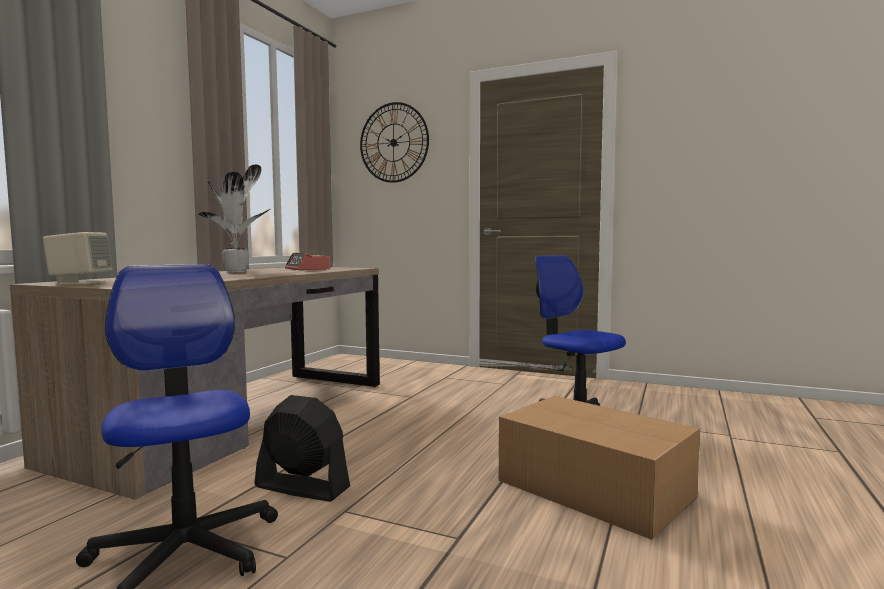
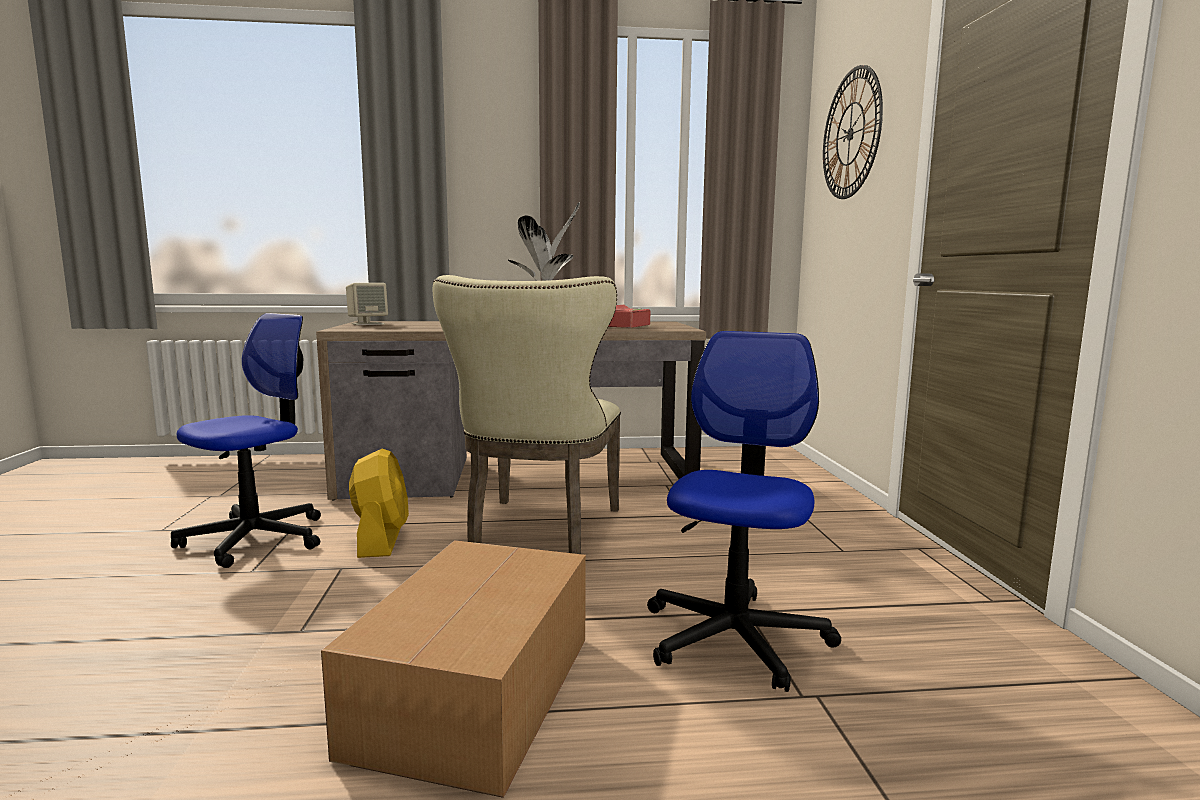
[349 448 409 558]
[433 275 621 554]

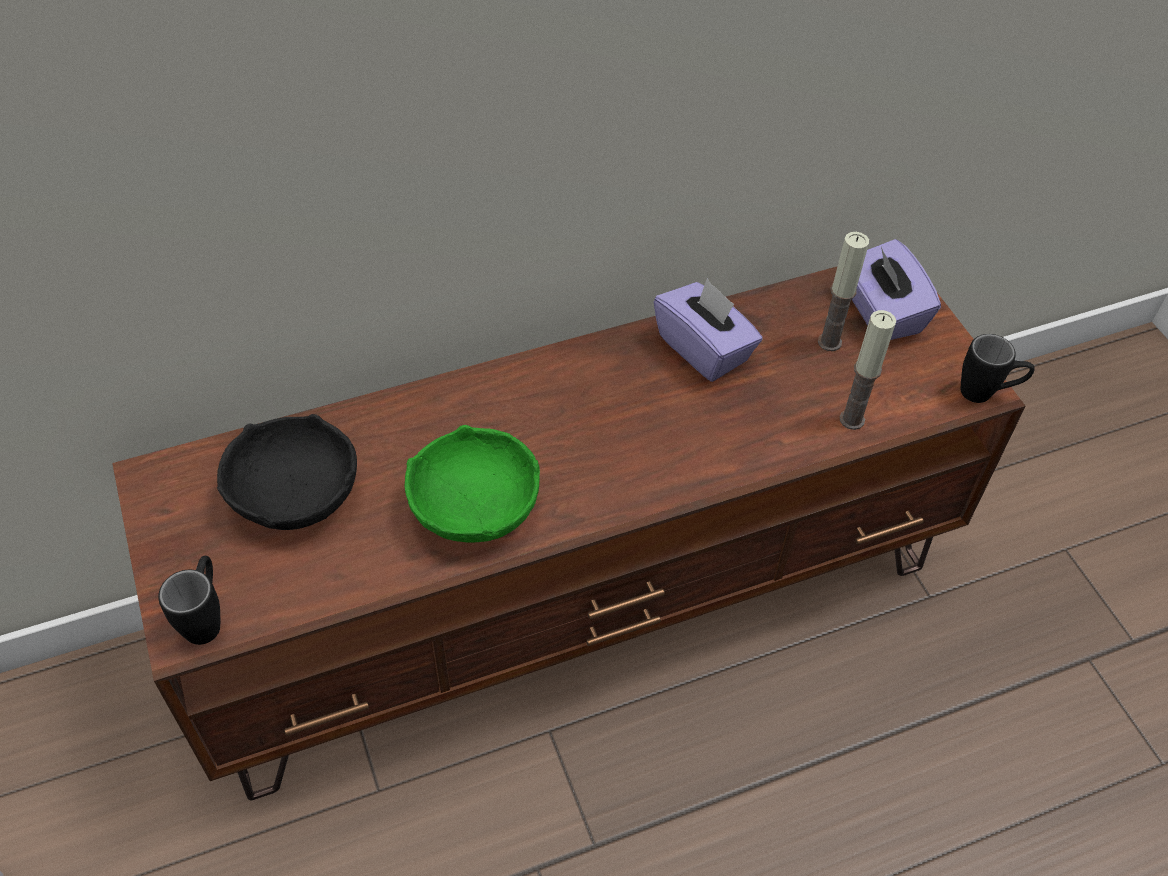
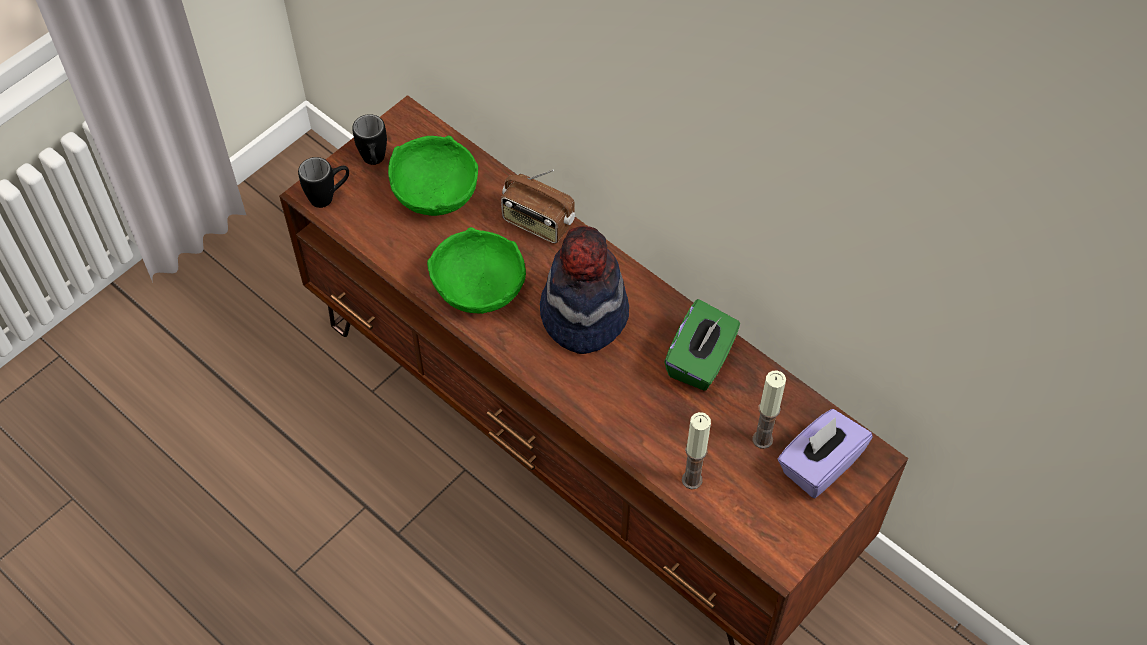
[388 136 478 216]
[664 299 740 391]
[352 114 387 165]
[501 170 575 244]
[540 226 629 354]

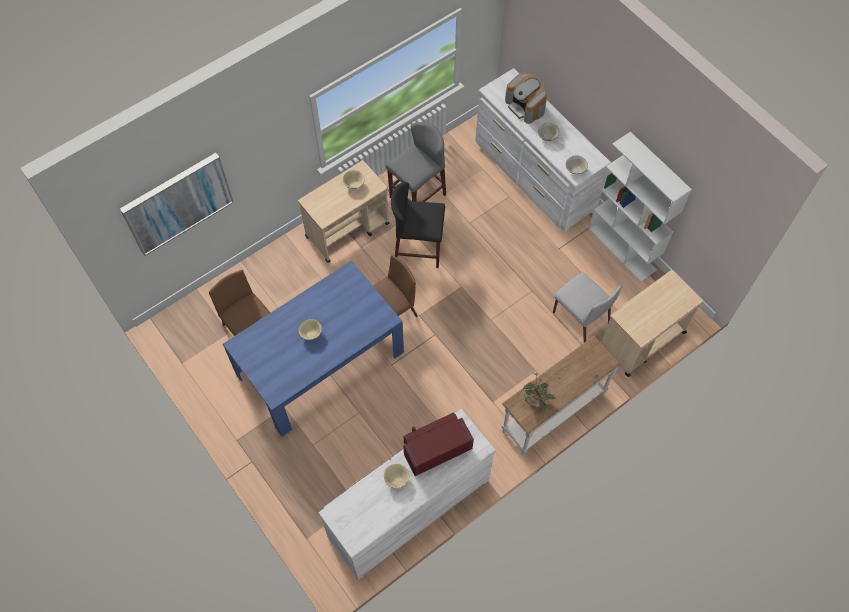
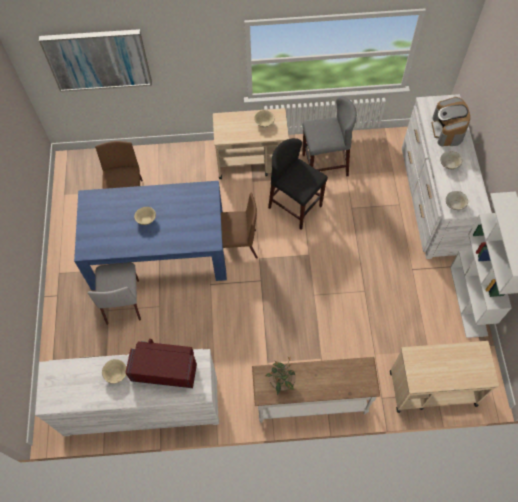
[87 262 141 325]

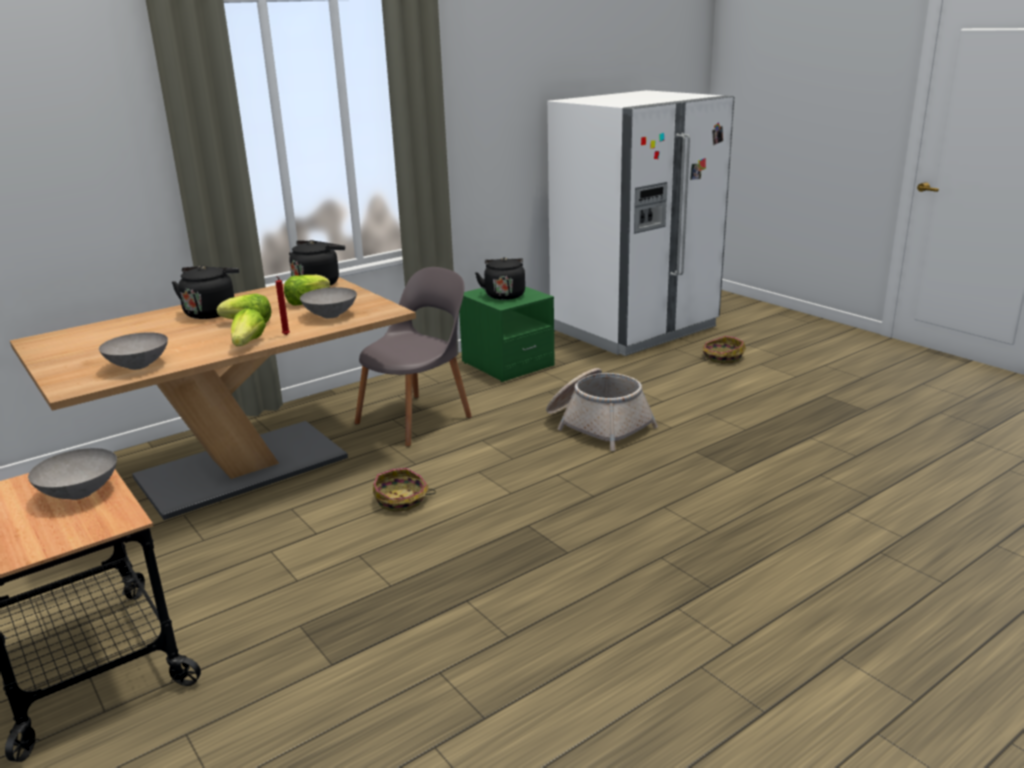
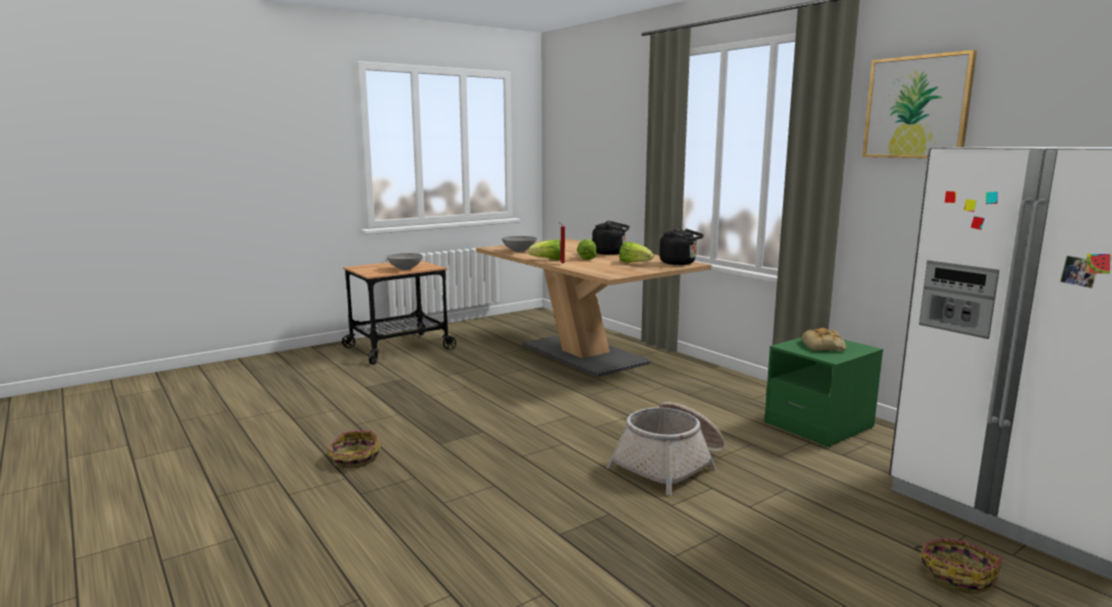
[300 287 357 318] (first image)
[355 267 472 447] (first image)
[326 430 381 469]
[802 328 846 351]
[862 50 977 158]

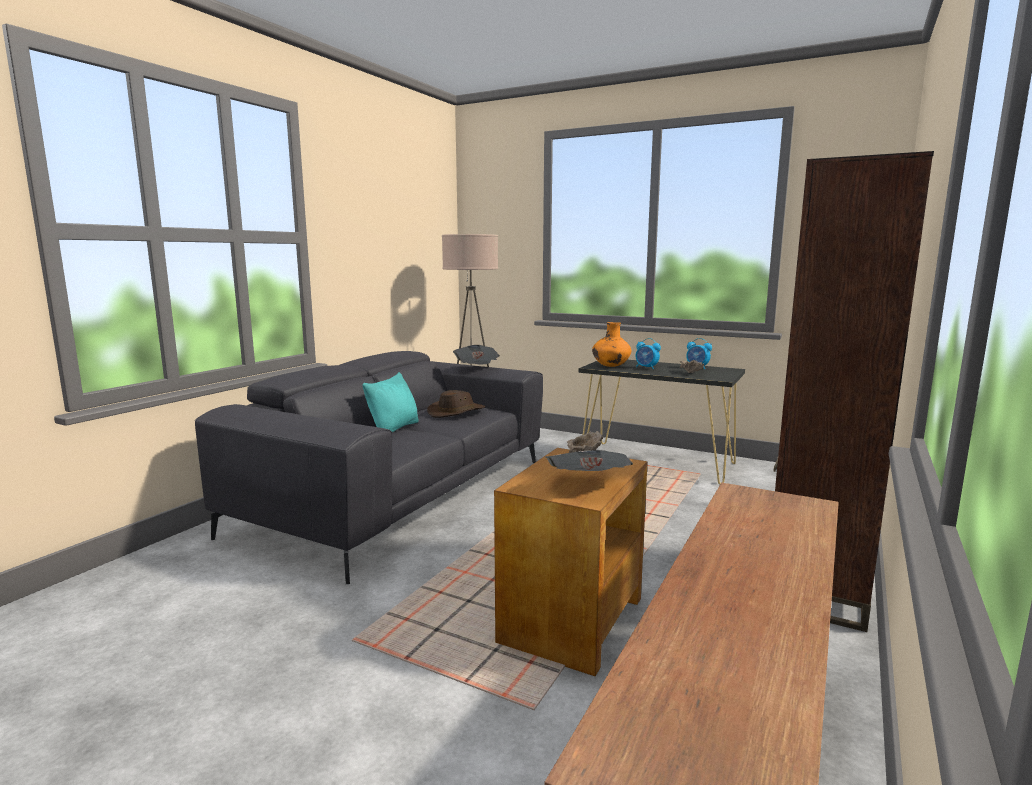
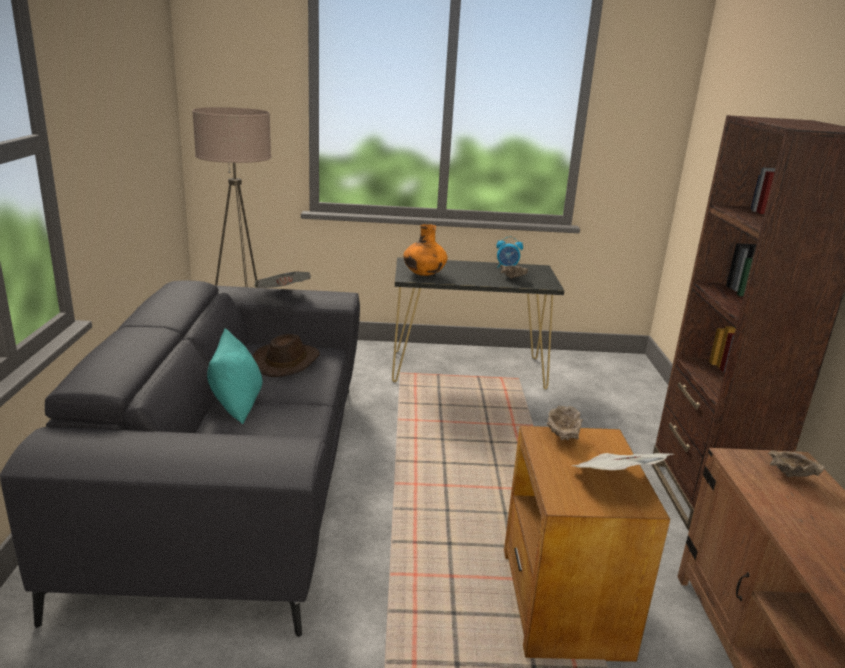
[636 338 661 369] (first image)
[768 450 825 477]

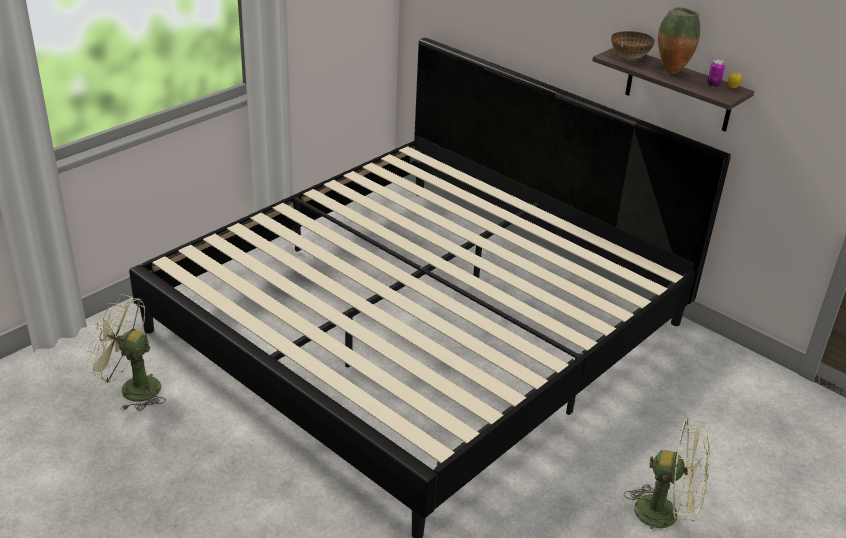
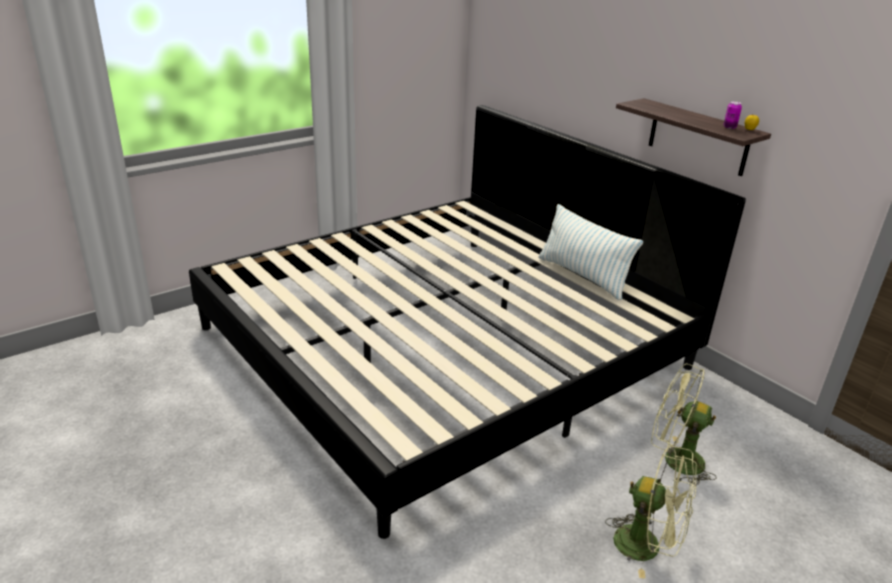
[651 364 717 485]
[611 31 655 59] (first image)
[658 7 700 74] (first image)
[538 204 643 300]

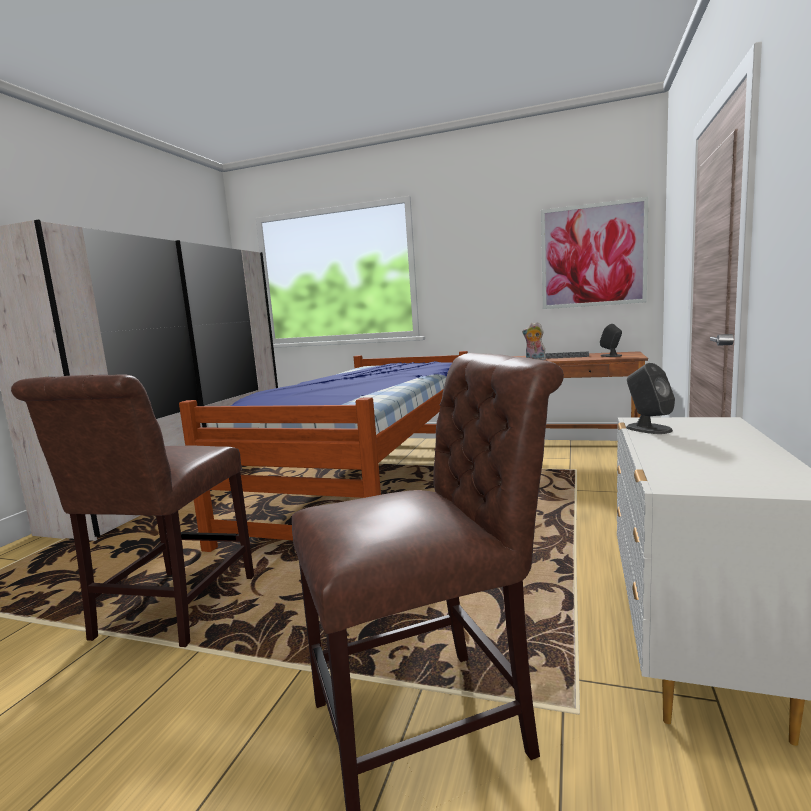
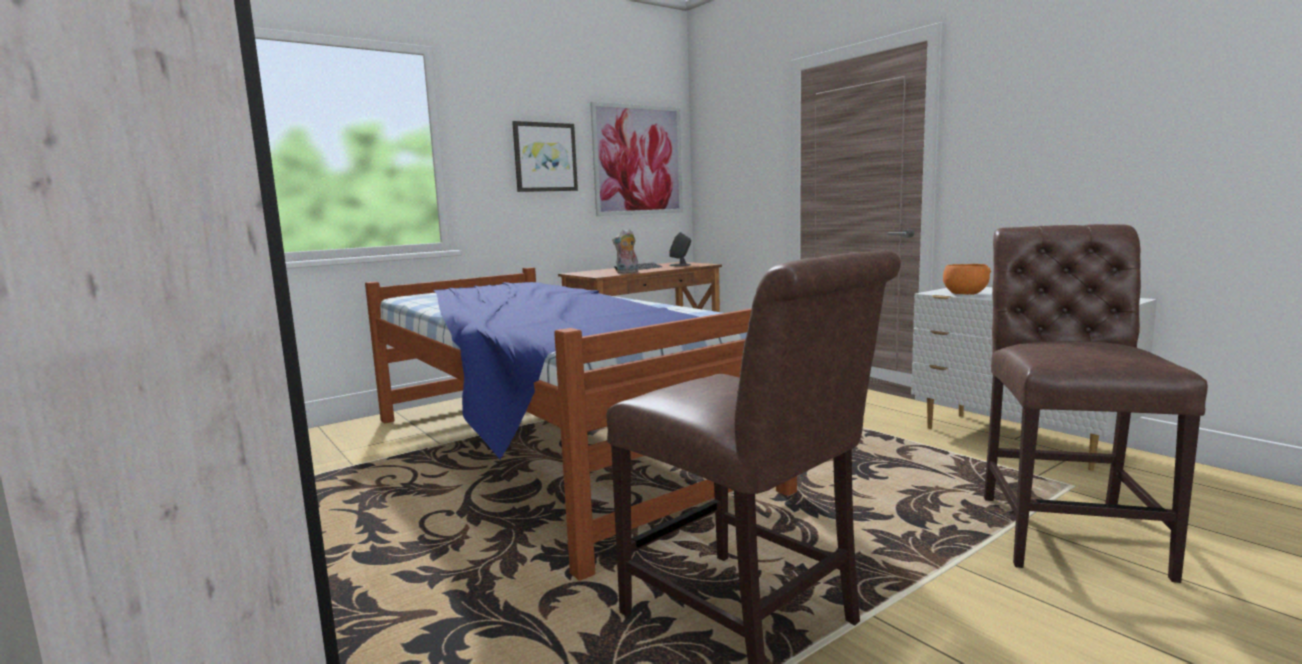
[943 264 991 295]
[512 121 578 192]

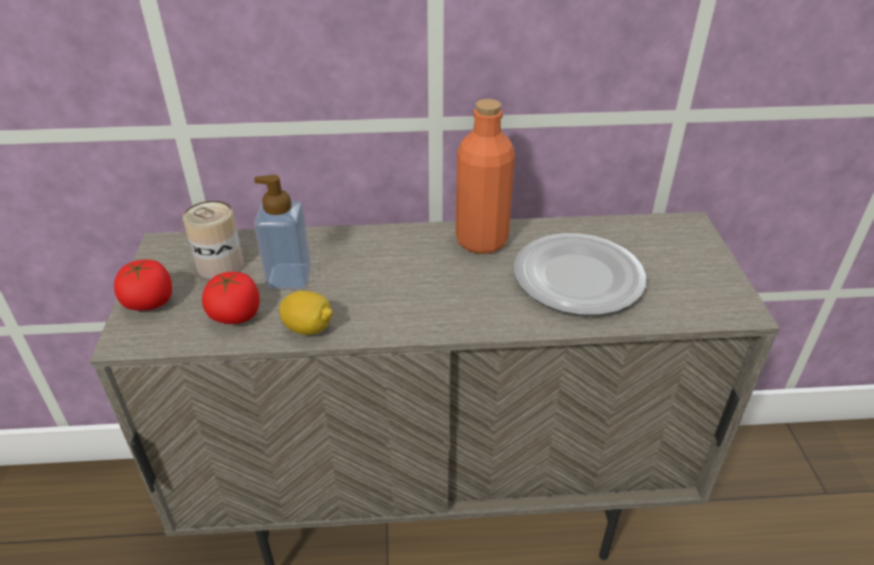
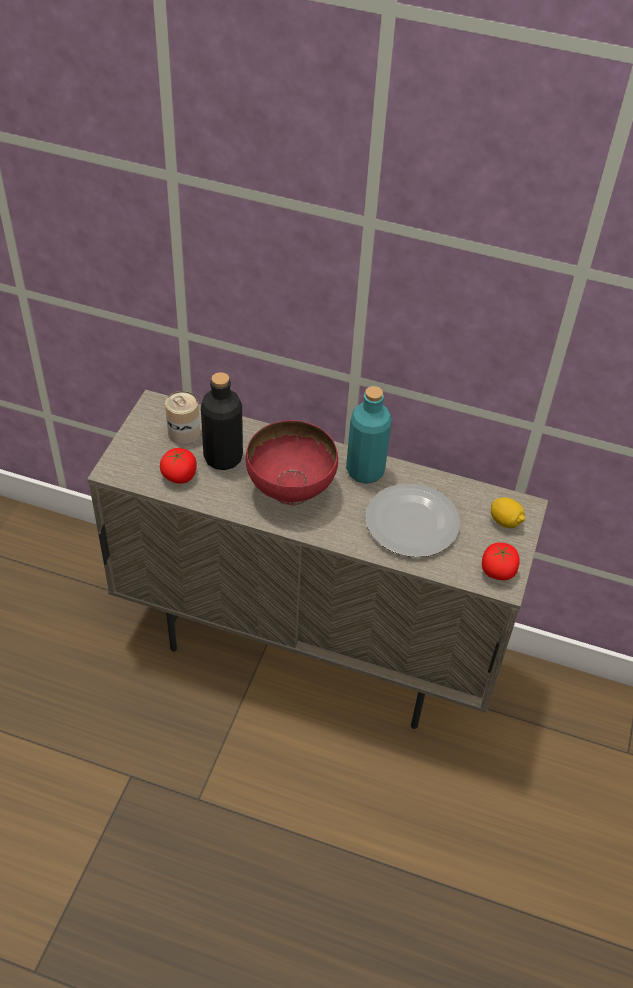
[482 543 520 580]
[201 372 243 470]
[491 497 525 528]
[346 386 392 484]
[246 420 338 505]

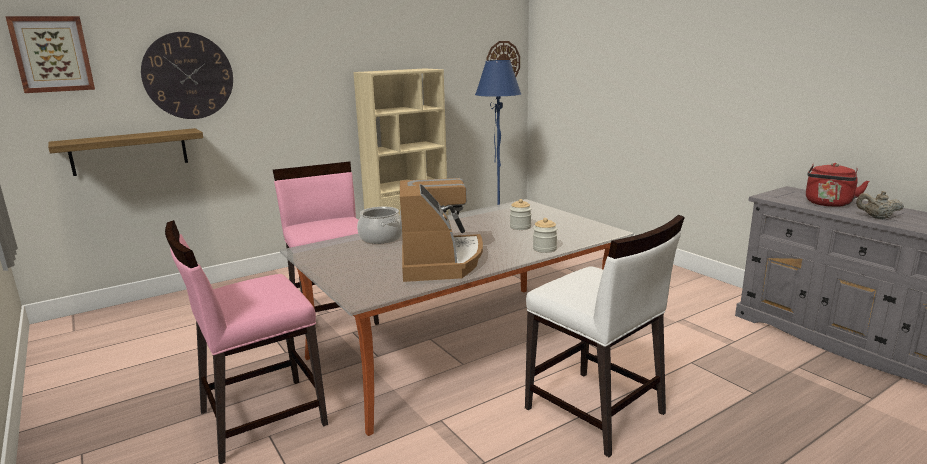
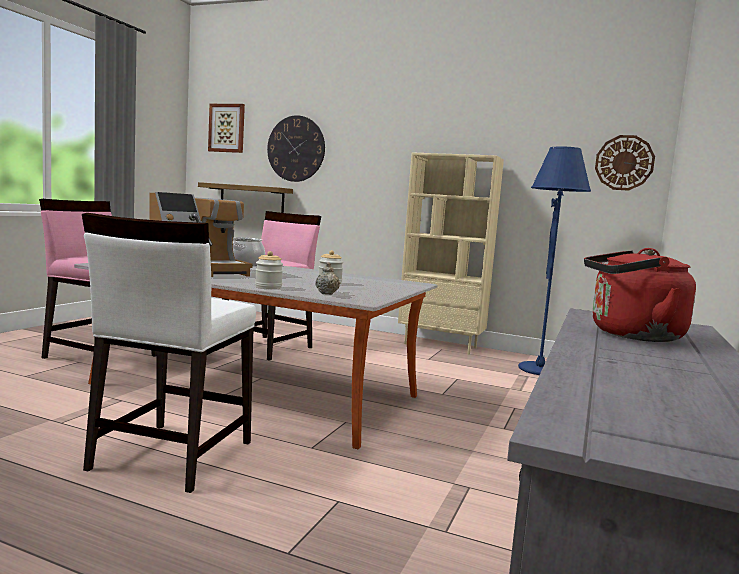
[316 262 340 295]

